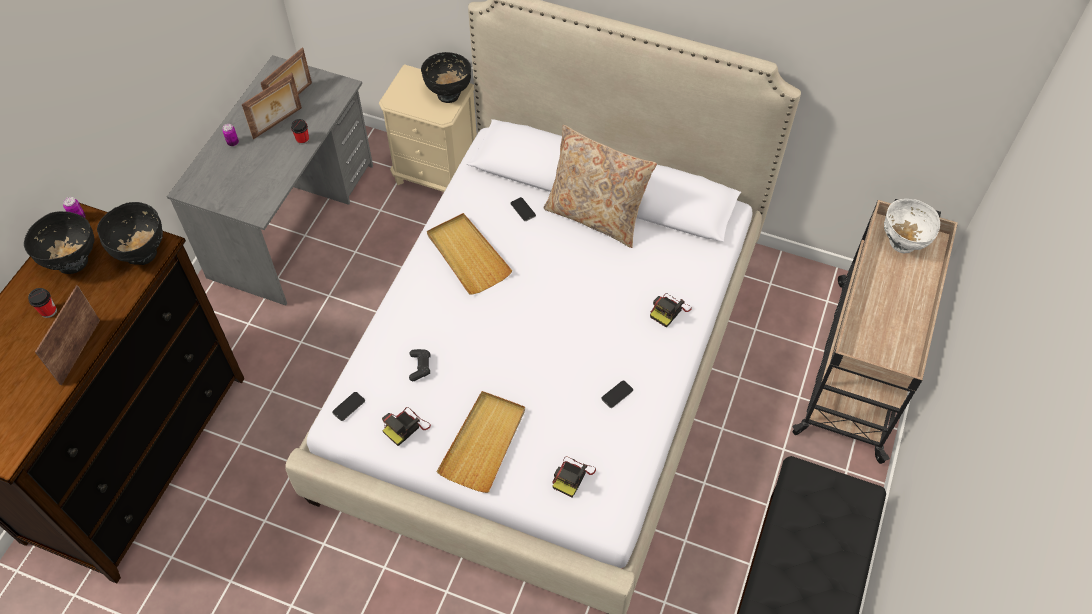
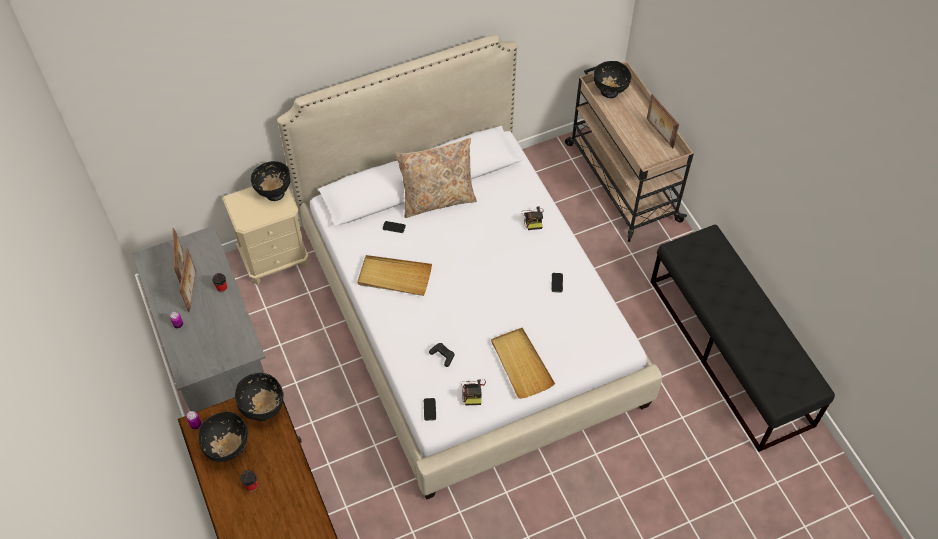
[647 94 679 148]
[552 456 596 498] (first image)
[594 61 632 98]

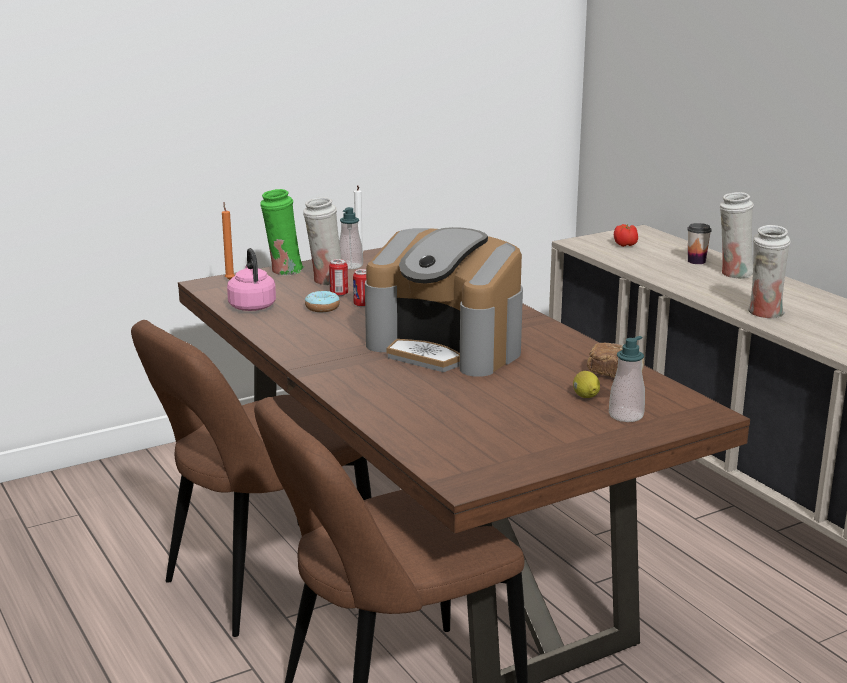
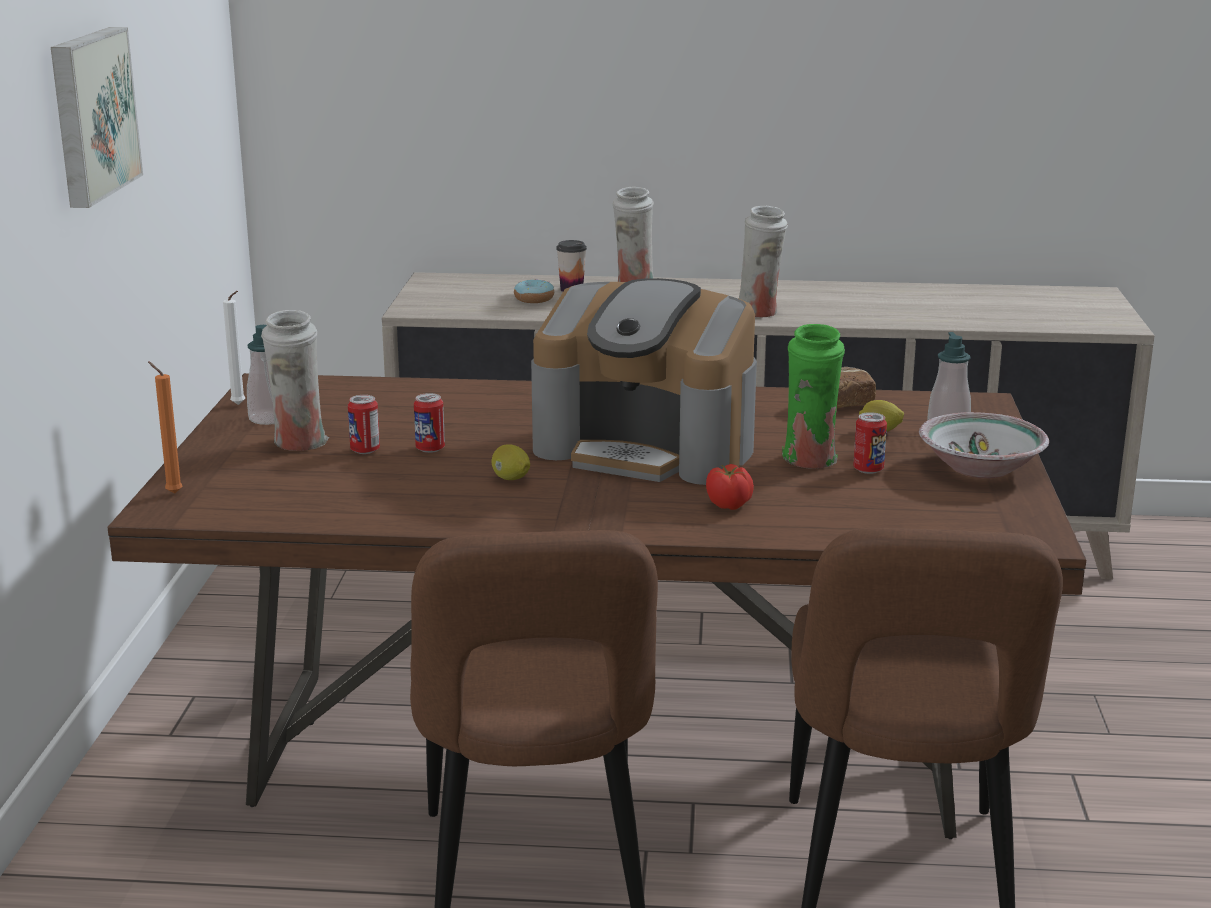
[227 248 276 311] (first image)
[782 324 845 469]
[514 279 554 303]
[531 278 757 485]
[706 464 754 510]
[51 27 143 208]
[492 444 530 480]
[853 412 887 474]
[919 412 1049 479]

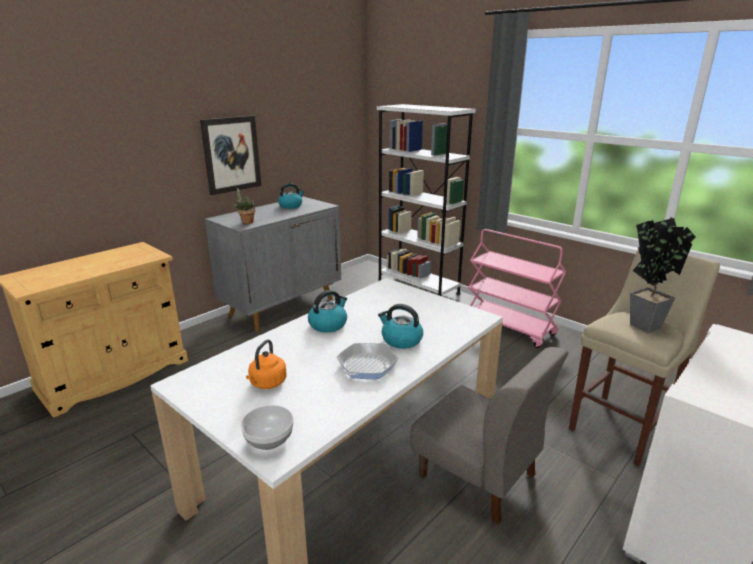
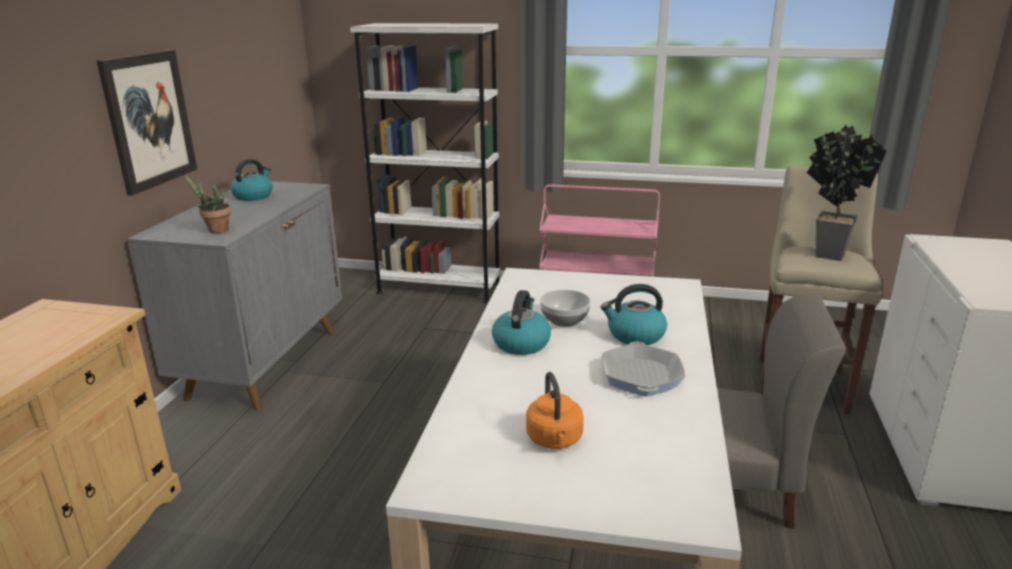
[540 290 591 327]

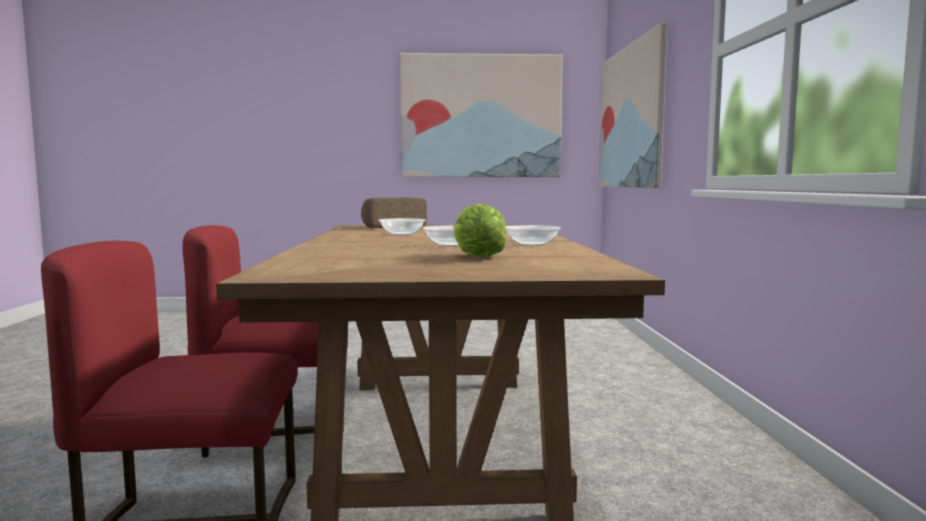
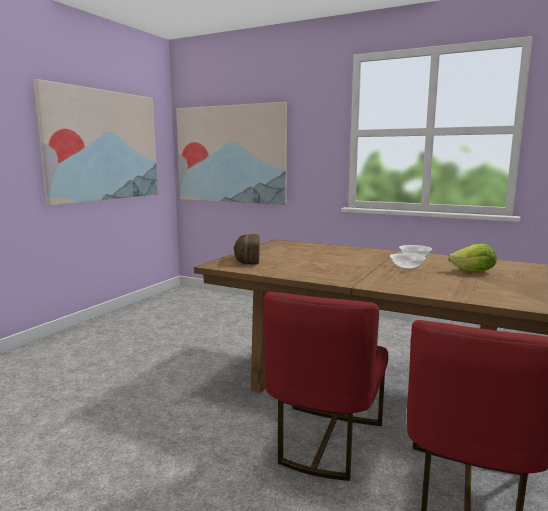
[379 218 425 235] (first image)

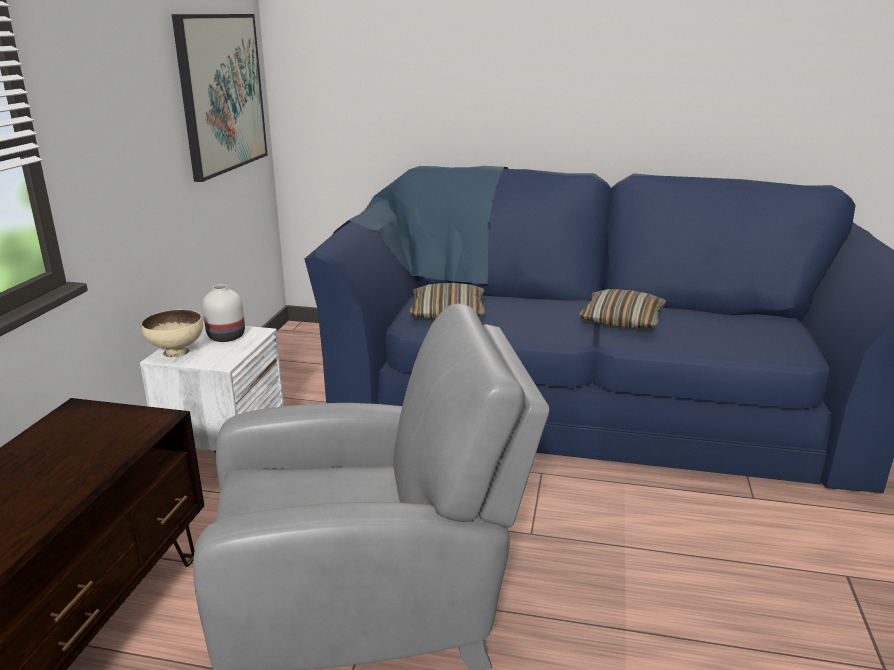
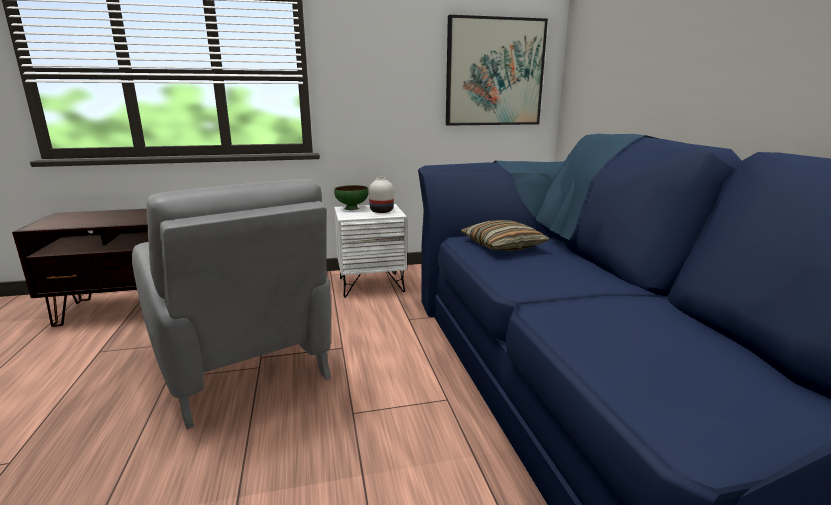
[334 185 369 210]
[579 289 666 329] (first image)

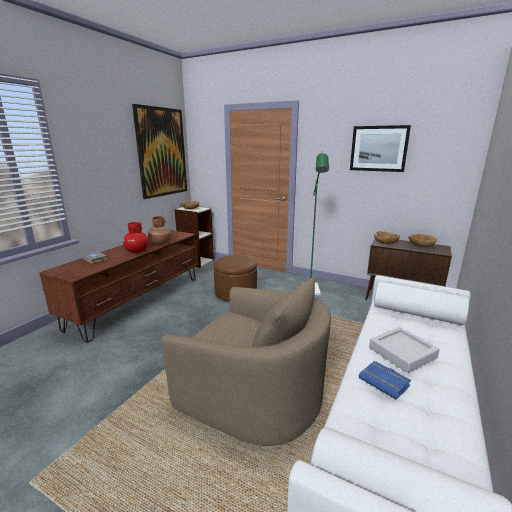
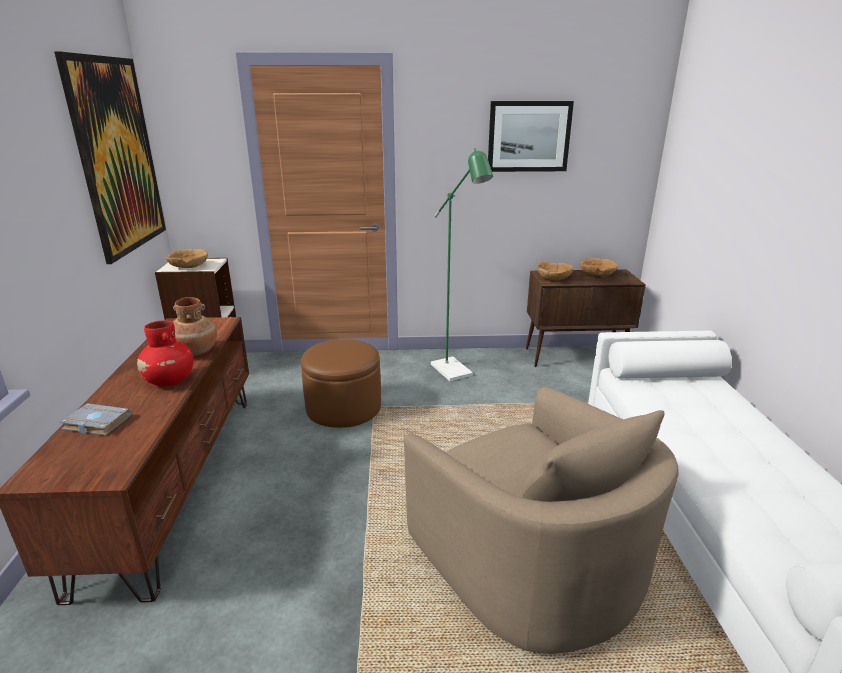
[404 386 679 654]
[359 361 411 400] (first image)
[369 327 440 373] (first image)

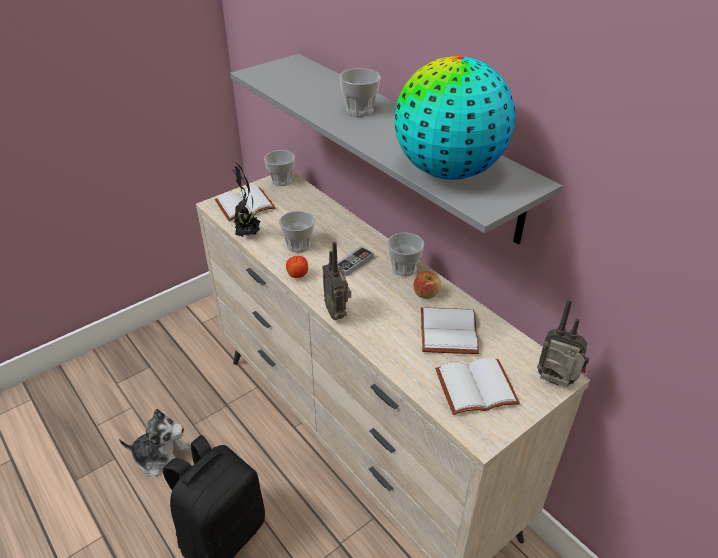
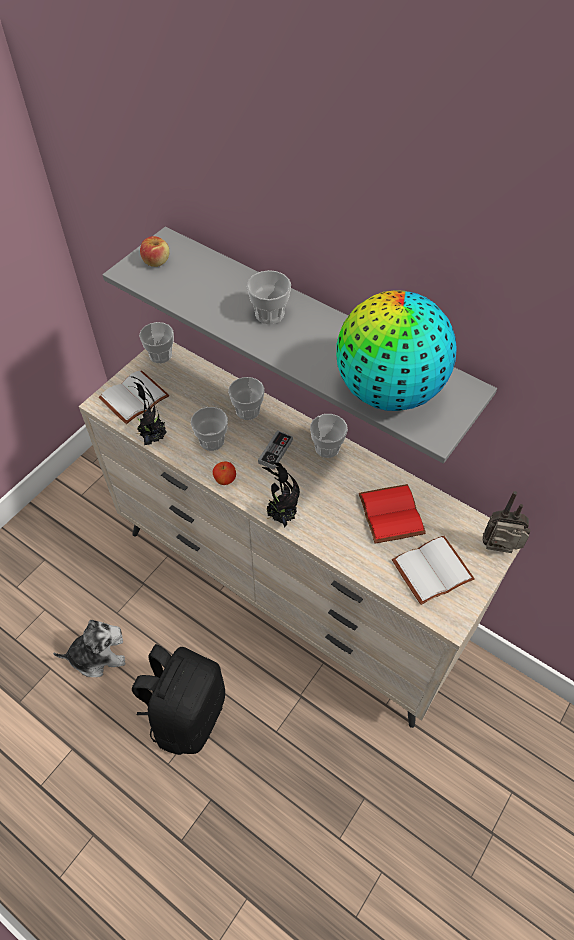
[262 462 300 528]
[140 236 169 267]
[358 484 426 544]
[228 377 265 420]

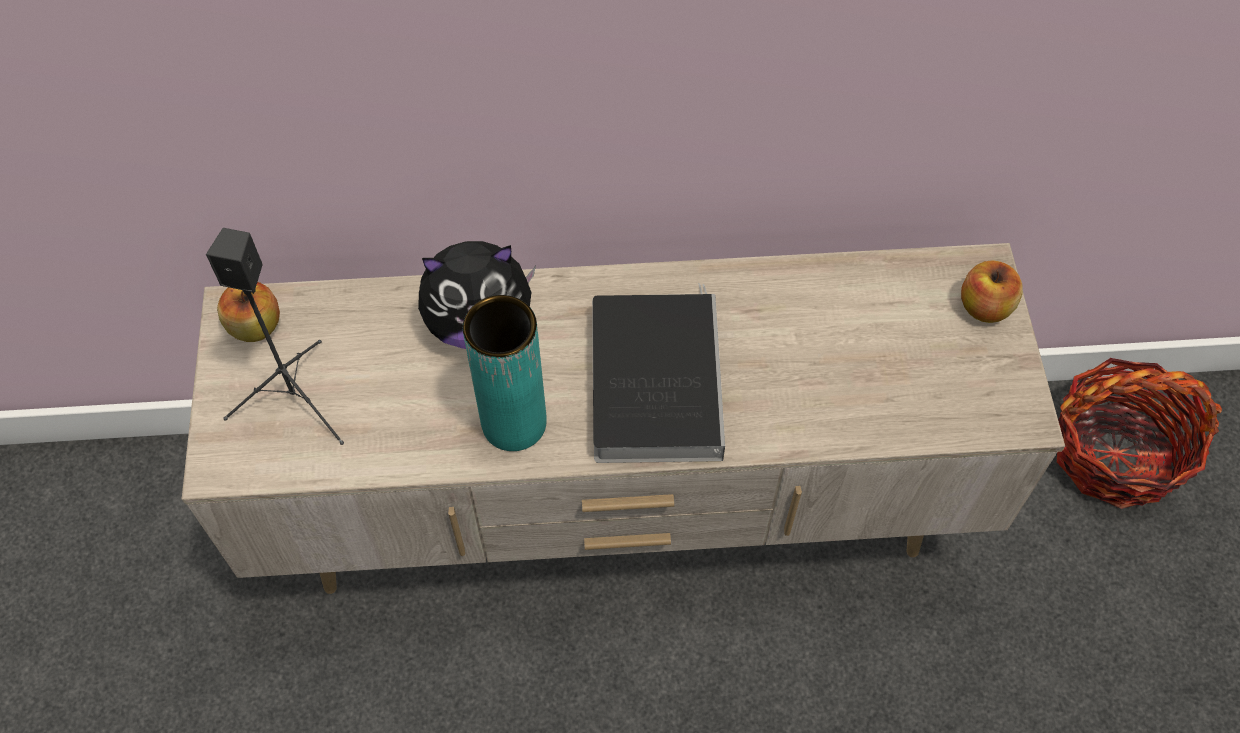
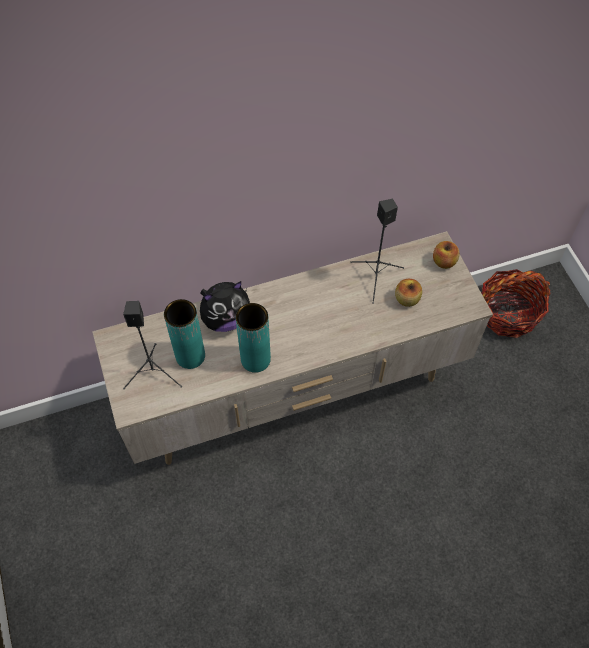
[395 279 422 307]
[592 283 725 463] (first image)
[164 299 205 369]
[350 199 404 304]

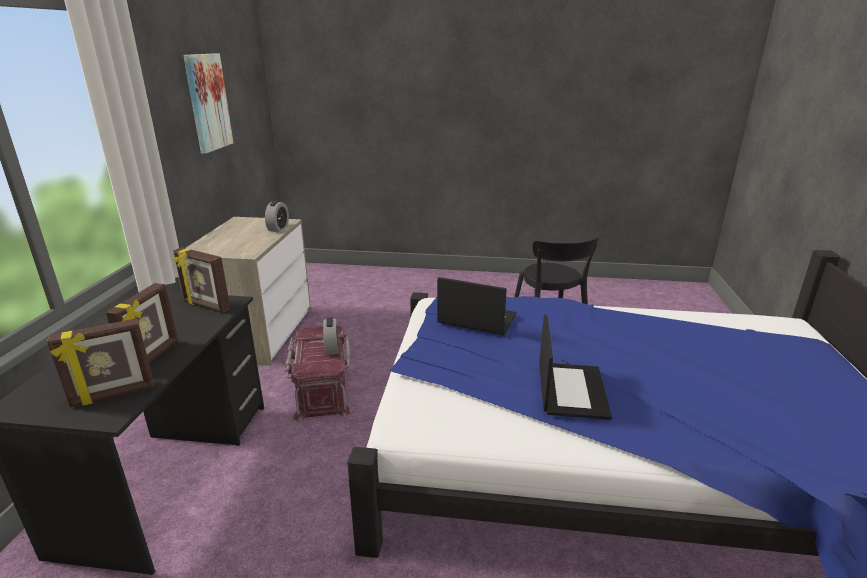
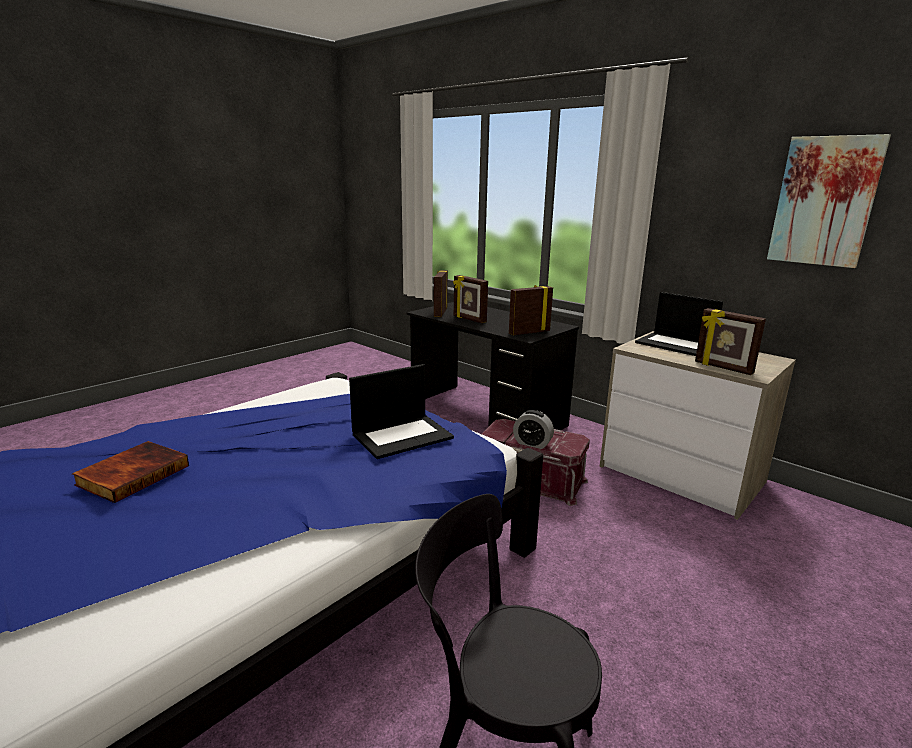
[695 308 766 375]
[635 292 723 356]
[72 441 189 503]

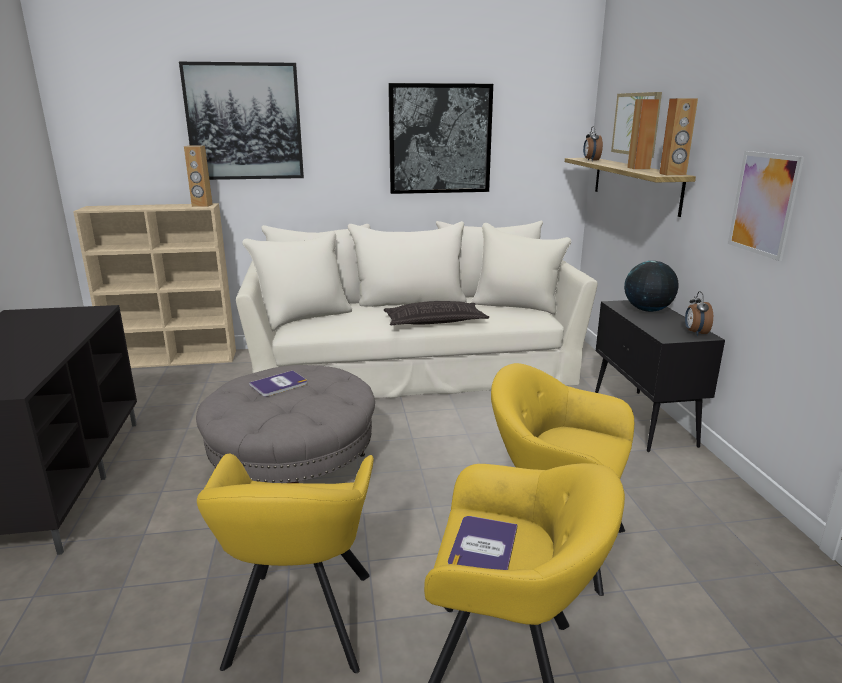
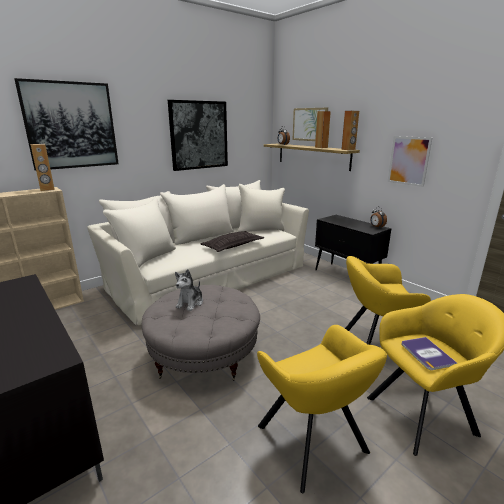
[175 269 203 311]
[624 261 679 312] (first image)

